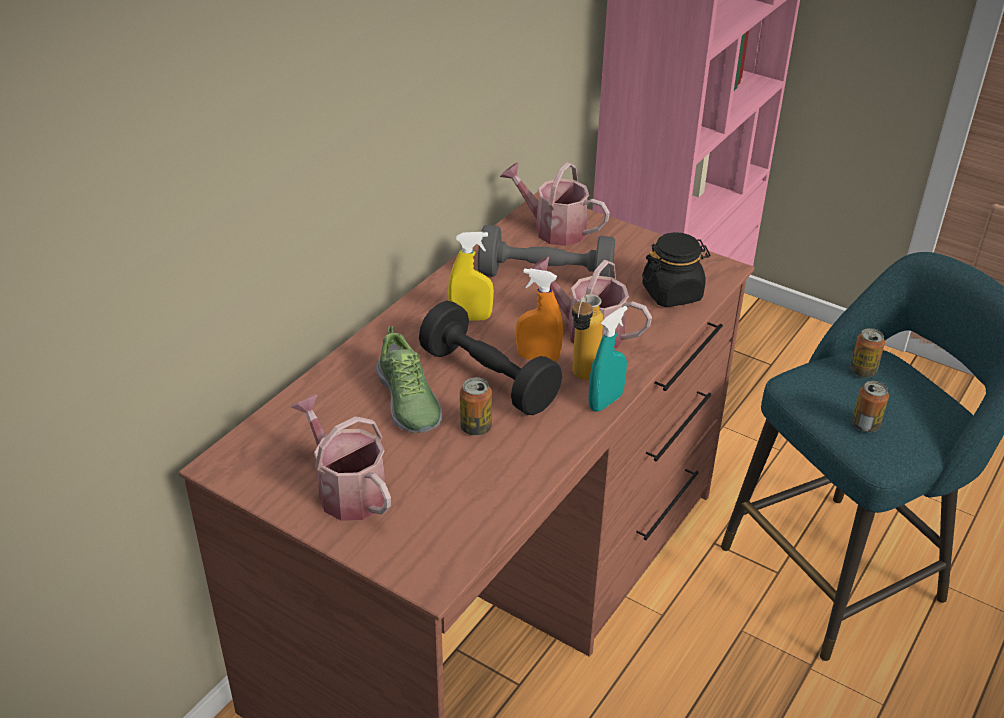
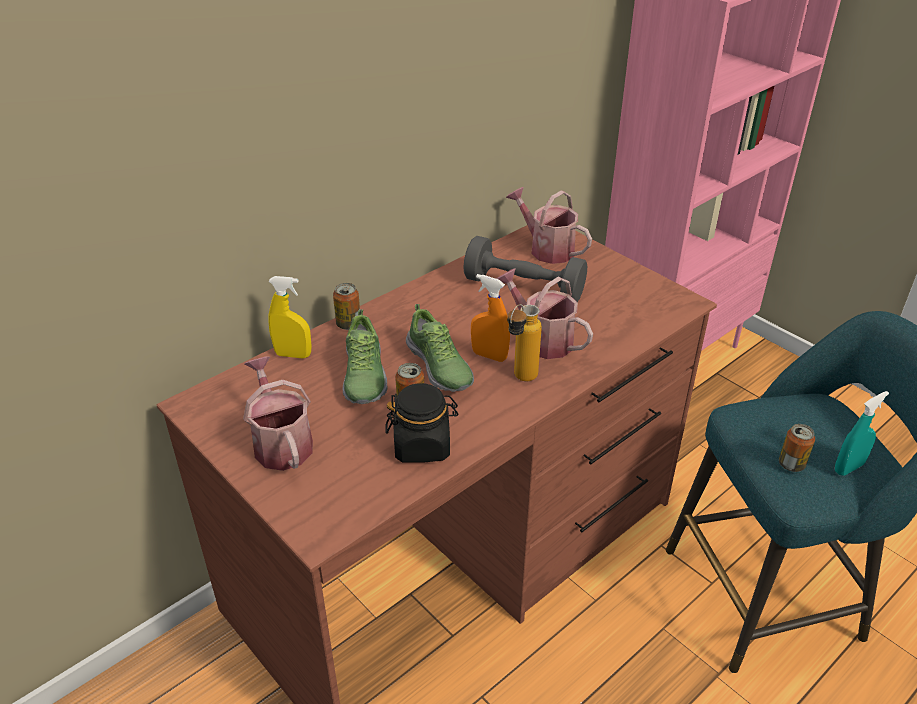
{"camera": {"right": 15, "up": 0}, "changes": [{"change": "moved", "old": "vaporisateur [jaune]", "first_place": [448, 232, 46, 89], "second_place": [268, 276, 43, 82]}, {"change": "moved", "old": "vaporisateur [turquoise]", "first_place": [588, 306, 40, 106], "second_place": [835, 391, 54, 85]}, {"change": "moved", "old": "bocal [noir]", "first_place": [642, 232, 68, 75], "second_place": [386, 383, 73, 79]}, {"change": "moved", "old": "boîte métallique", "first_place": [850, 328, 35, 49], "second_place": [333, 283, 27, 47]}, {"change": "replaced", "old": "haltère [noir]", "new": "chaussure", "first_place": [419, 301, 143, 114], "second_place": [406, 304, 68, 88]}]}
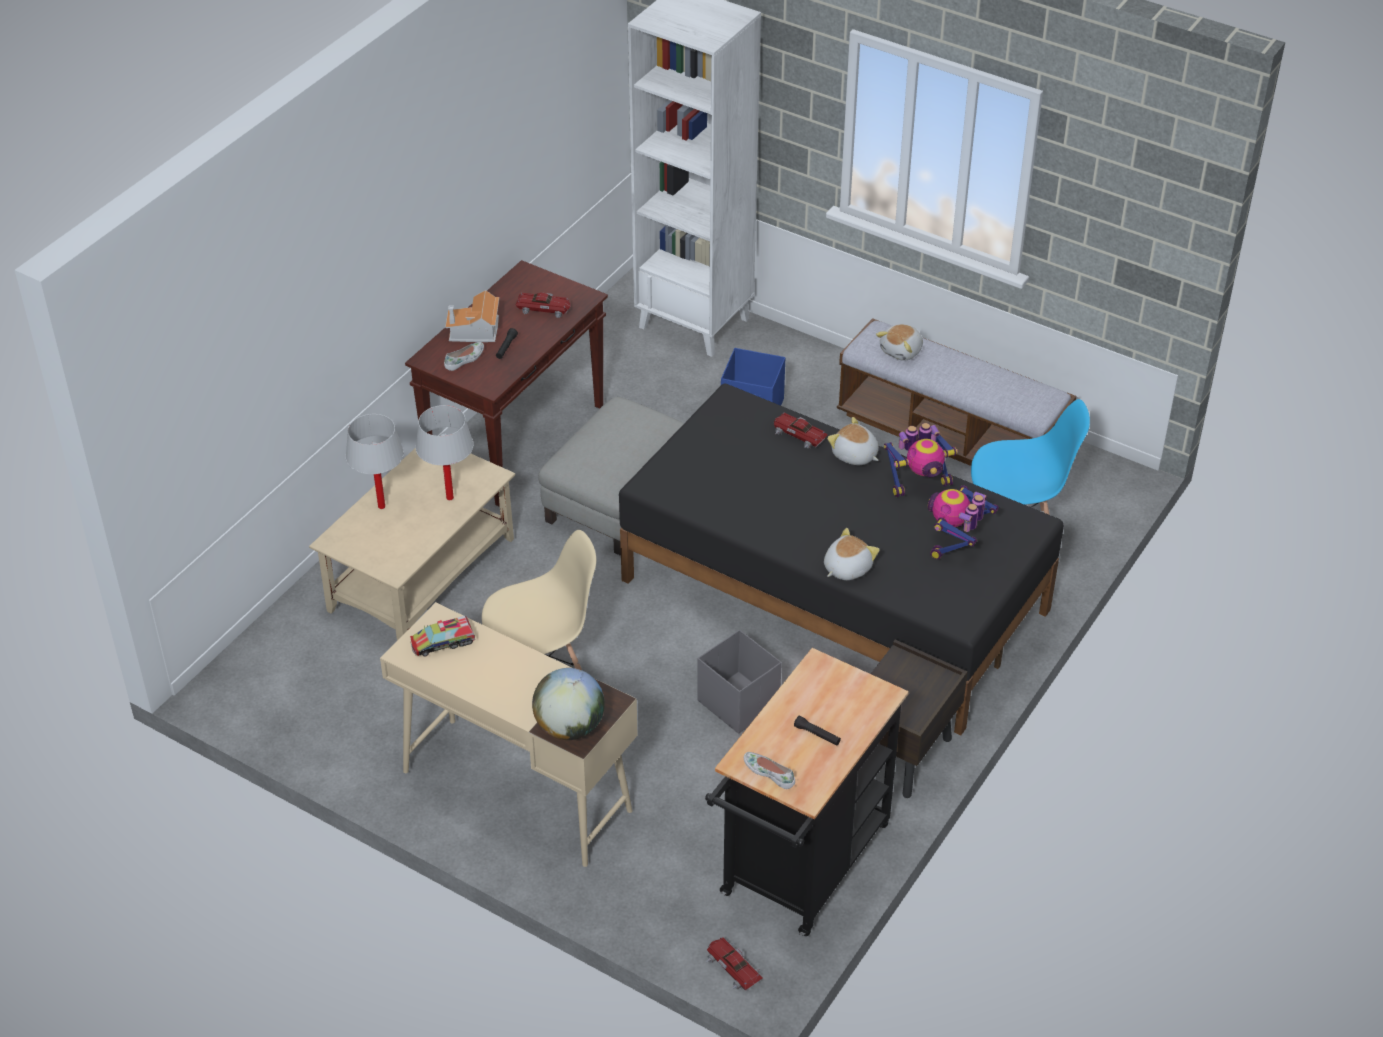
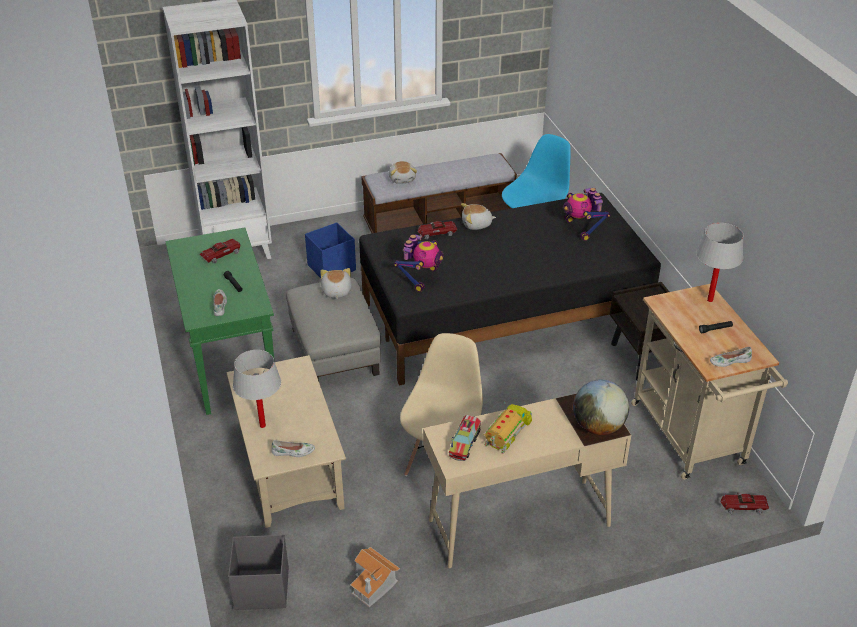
{"camera": {"right": -50, "up": -5}, "changes": [{"change": "added", "new": "chaussure [blanc]", "second_place": [271, 440, 44, 17]}, {"change": "added", "new": "camion jouet", "second_place": [483, 401, 49, 53]}, {"change": "moved", "old": "lampe de table [blanc]", "first_place": [416, 405, 58, 95], "second_place": [696, 223, 47, 79]}, {"change": "moved", "old": "maison miniature", "first_place": [445, 290, 54, 52], "second_place": [350, 547, 50, 60]}, {"change": "moved", "old": "boîte de rangement [gris]", "first_place": [697, 630, 85, 104], "second_place": [228, 535, 61, 75]}, {"change": "moved", "old": "peluche", "first_place": [824, 528, 56, 52], "second_place": [320, 268, 32, 31]}, {"change": "moved", "old": "robot jouet", "first_place": [884, 423, 74, 74], "second_place": [394, 234, 50, 58]}, {"change": "recoloured", "old": "table console [marron]", "new": "table console [vert]", "first_place": [405, 260, 203, 247], "second_place": [165, 227, 109, 188]}, {"change": "recoloured", "old": "chariot [noir]", "new": "chariot [beige]", "first_place": [705, 648, 204, 288], "second_place": [631, 284, 157, 196]}]}
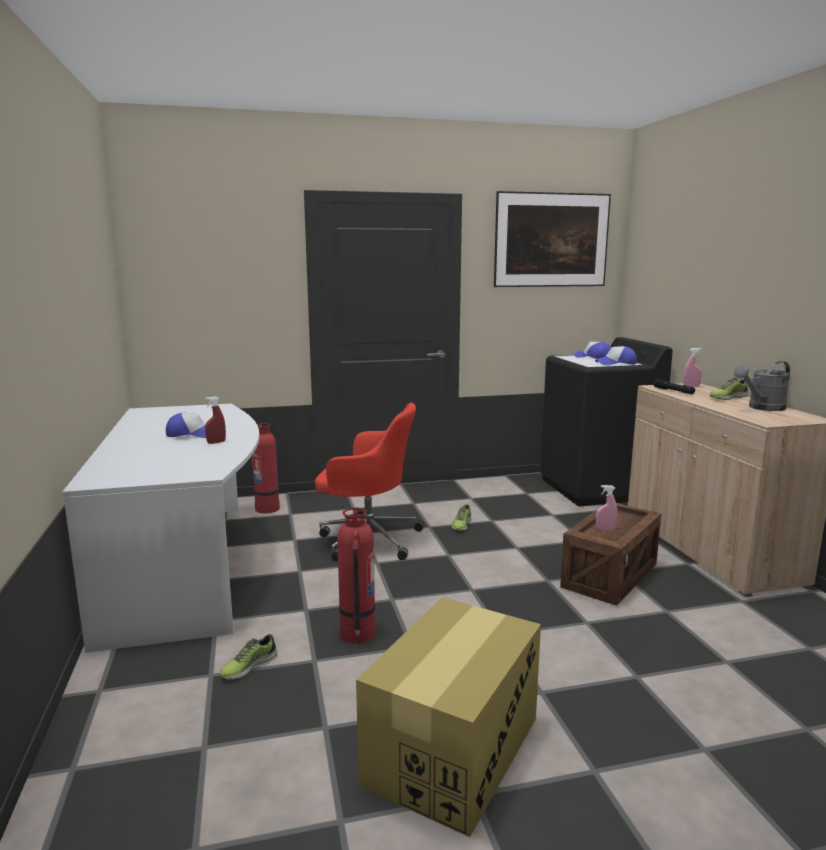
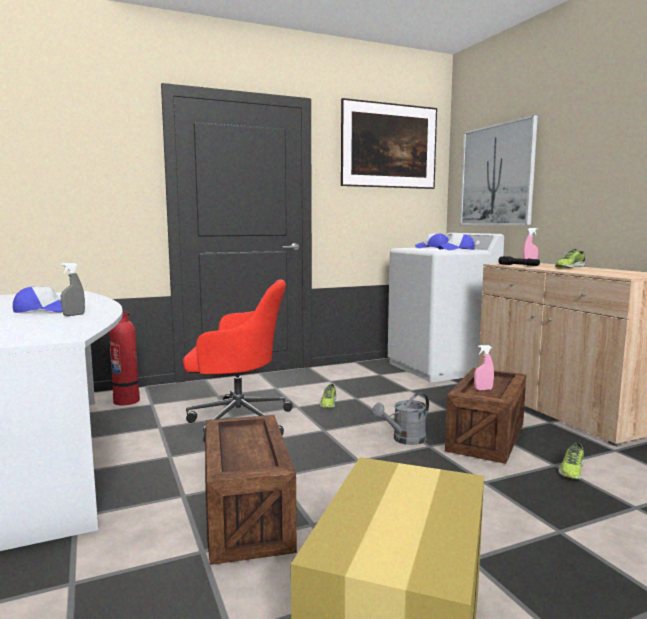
{"camera": {"right": -10, "up": -5}, "changes": [{"change": "added", "new": "tableau", "second_place": [460, 115, 78, 110]}, {"change": "moved", "old": "chaussure", "first_place": [220, 634, 57, 45], "second_place": [559, 443, 25, 36]}, {"change": "moved", "old": "arrosoir [gris]", "first_place": [734, 361, 56, 50], "second_place": [372, 392, 57, 53]}, {"change": "replaced", "old": "extincteur", "new": "caisse", "first_place": [337, 507, 39, 136], "second_place": [205, 415, 92, 150]}, {"change": "recoloured", "old": "vaporisateur [rouge]", "new": "vaporisateur [gris]", "first_place": [205, 396, 21, 48], "second_place": [61, 263, 24, 53]}, {"change": "recoloured", "old": "lave-linge [noir]", "new": "lave-linge [blanc]", "first_place": [540, 337, 133, 169], "second_place": [388, 233, 116, 149]}]}
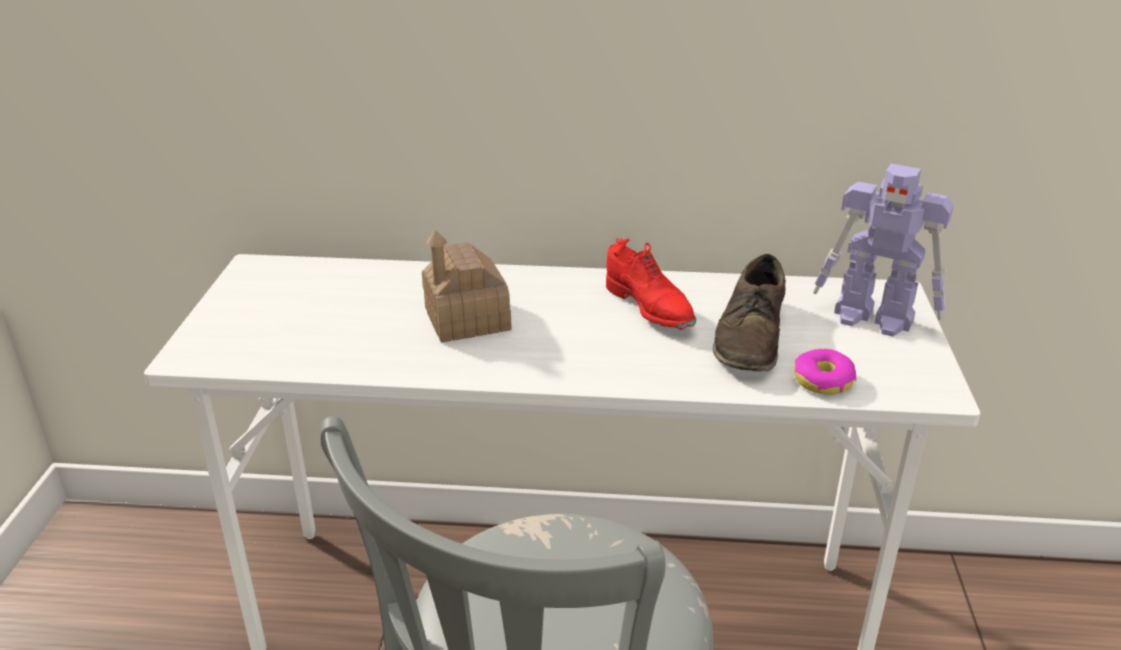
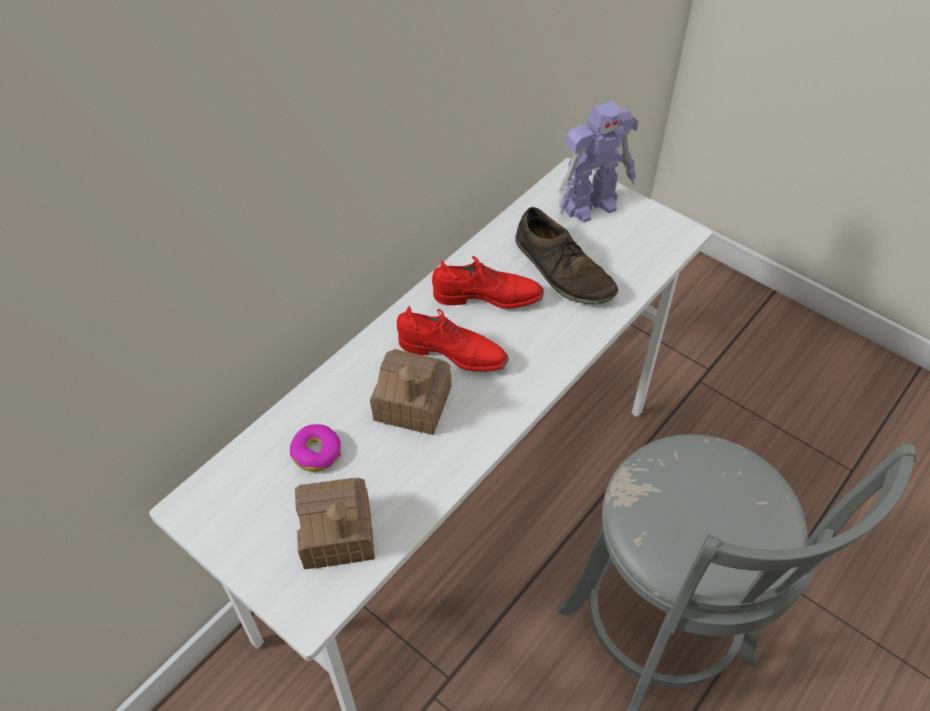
{"camera": {"right": -55, "up": 20}, "changes": [{"change": "added", "new": "maison miniature", "second_place": [295, 478, 80, 91]}, {"change": "added", "new": "chaussure [rouge]", "second_place": [397, 306, 112, 66]}, {"change": "moved", "old": "beignet", "first_place": [794, 349, 62, 46], "second_place": [290, 424, 51, 48]}]}
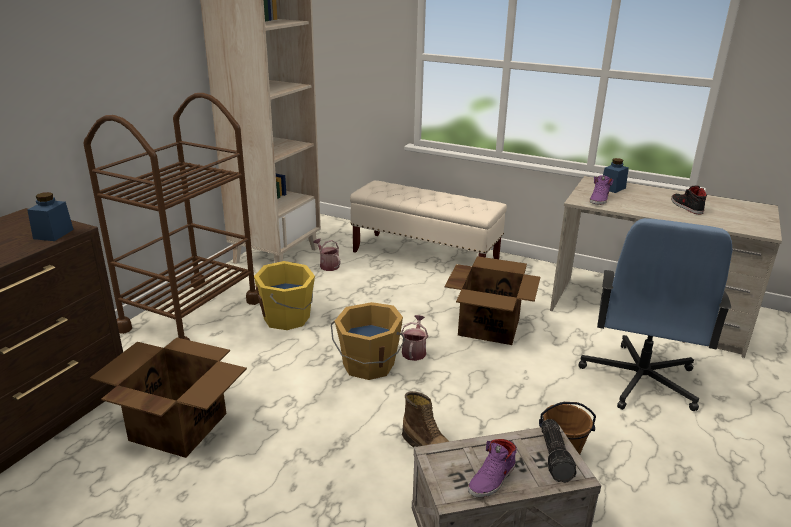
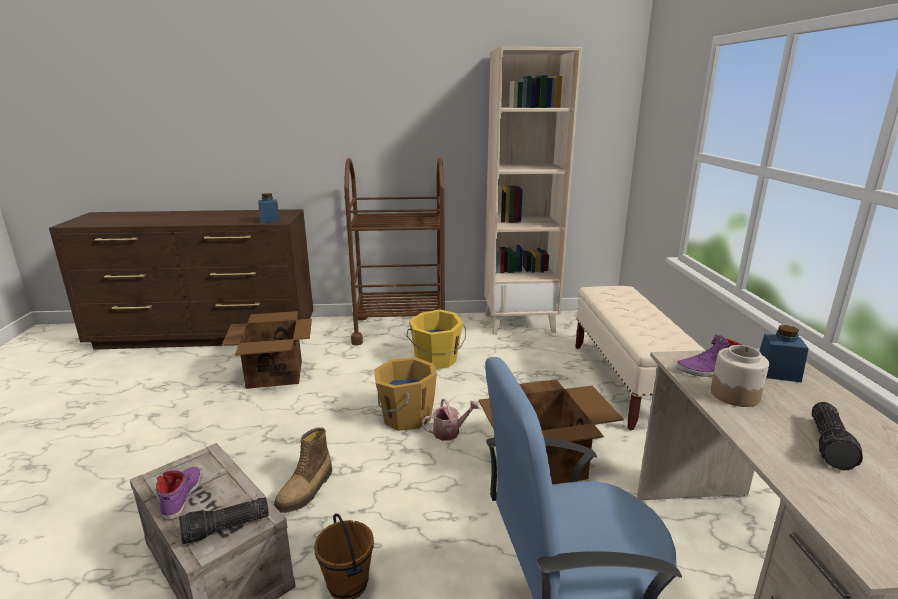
{"camera": {"right": 60, "up": -5}, "changes": [{"change": "removed", "old": "arrosoir", "first_place": [313, 238, 27, 33]}, {"change": "added", "new": "bocal", "second_place": [711, 345, 58, 62]}, {"change": "replaced", "old": "chaussure [noir]", "new": "lampe de poche", "first_place": [671, 185, 36, 30], "second_place": [812, 402, 51, 68]}, {"change": "turned", "old": "chaussure [violet]", "first_place": [468, 439, 49, 59], "second_place": [156, 467, 45, 53], "degrees": 75}]}
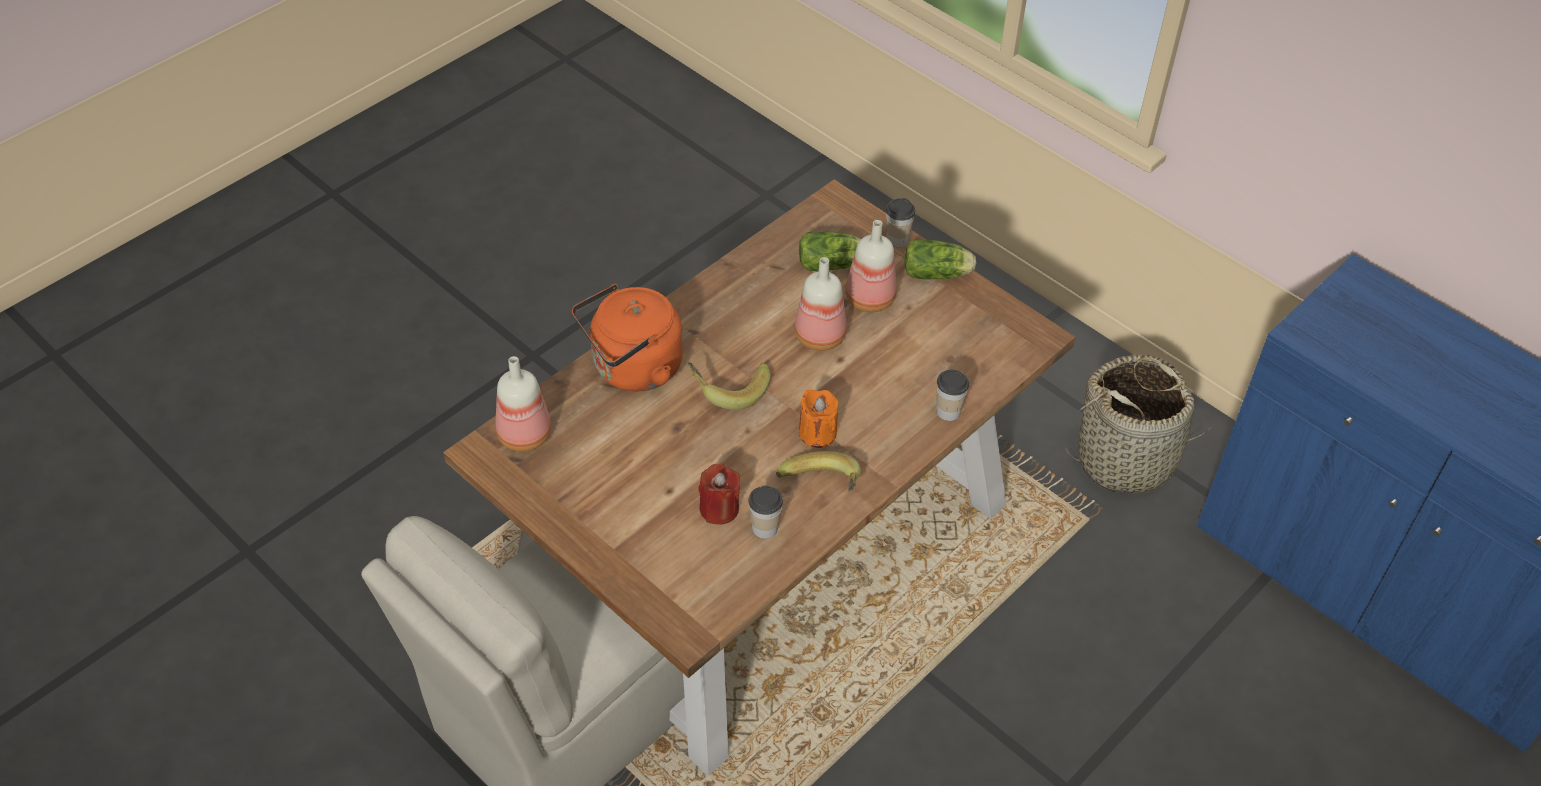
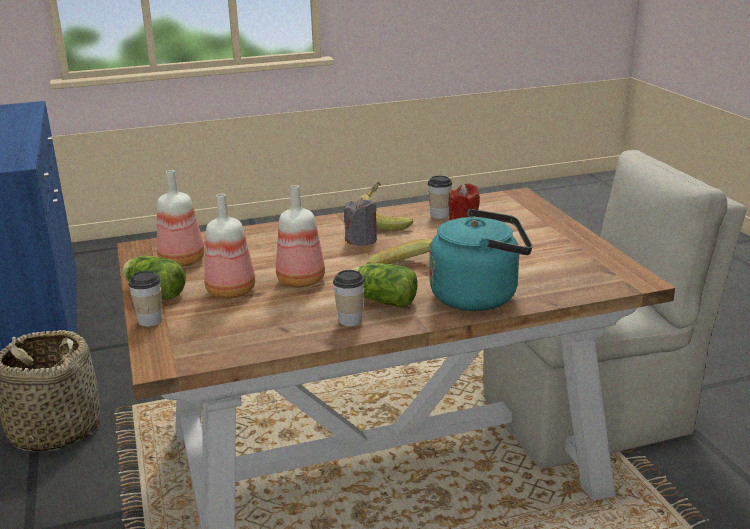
{"camera": {"right": -150, "up": -25}, "changes": [{"change": "moved", "old": "bouteille", "first_place": [495, 356, 56, 96], "second_place": [157, 170, 48, 97]}, {"change": "moved", "old": "laitue", "first_place": [799, 232, 62, 39], "second_place": [352, 263, 65, 45]}, {"change": "moved", "old": "tasse", "first_place": [936, 370, 33, 51], "second_place": [333, 270, 32, 56]}, {"change": "recoloured", "old": "bouilloire [orange]", "new": "bouilloire [turquoise]", "first_place": [572, 284, 111, 107], "second_place": [430, 209, 102, 102]}, {"change": "recoloured", "old": "bougie [orange]", "new": "bougie [gris]", "first_place": [799, 389, 39, 59], "second_place": [344, 197, 33, 49]}]}
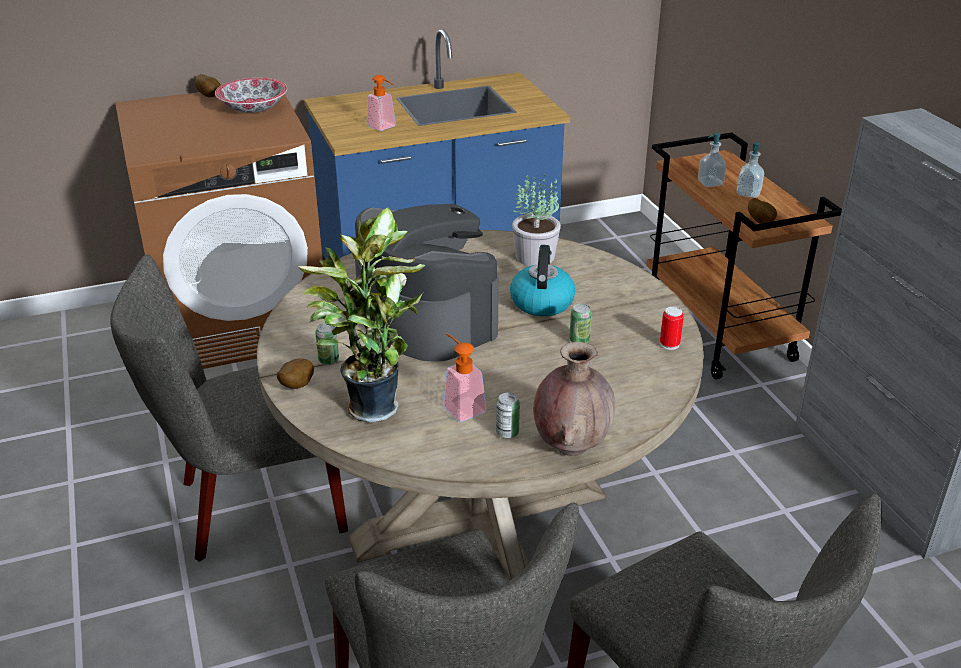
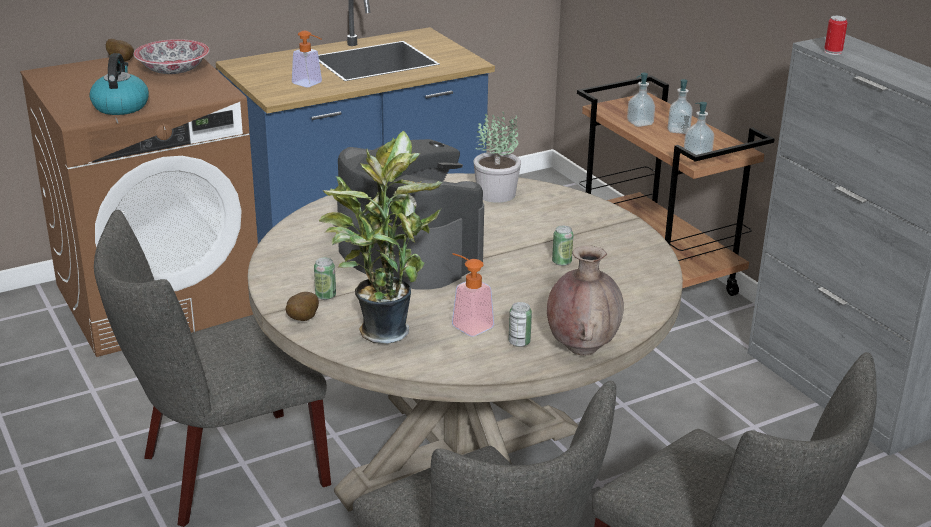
{"camera": {"right": -10, "up": -5}, "changes": [{"change": "moved", "old": "bouilloire", "first_place": [510, 245, 66, 71], "second_place": [90, 53, 59, 62]}, {"change": "moved", "old": "boîte métallique", "first_place": [660, 307, 24, 43], "second_place": [824, 16, 23, 39]}, {"change": "replaced", "old": "pomme de terre", "new": "distributeur de savon", "first_place": [748, 198, 29, 26], "second_place": [684, 102, 30, 53]}]}
